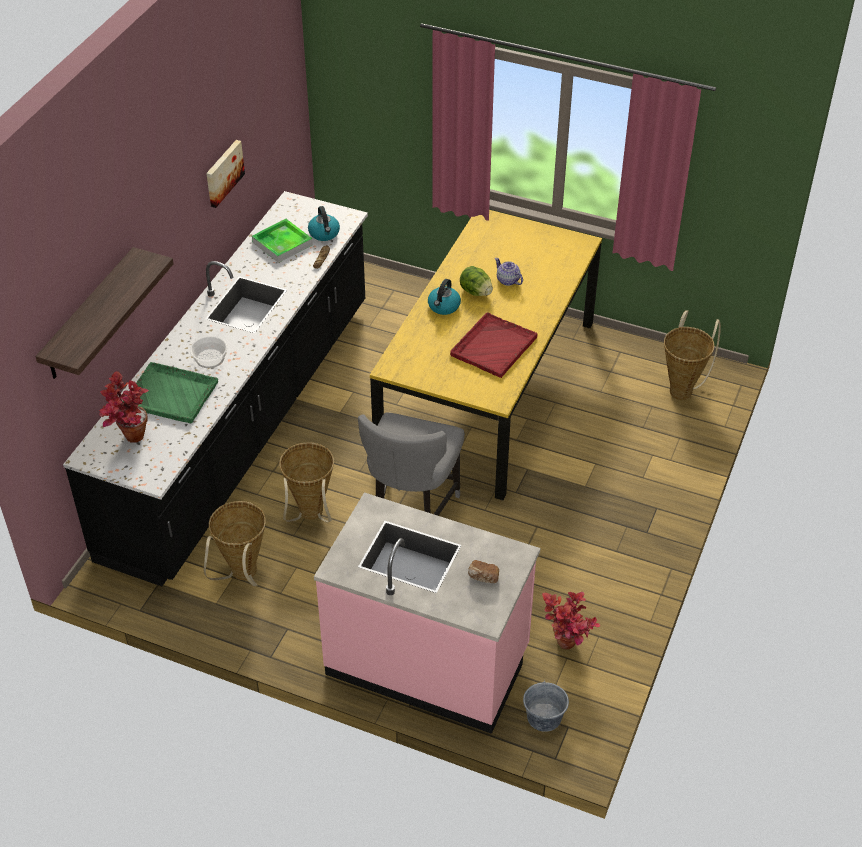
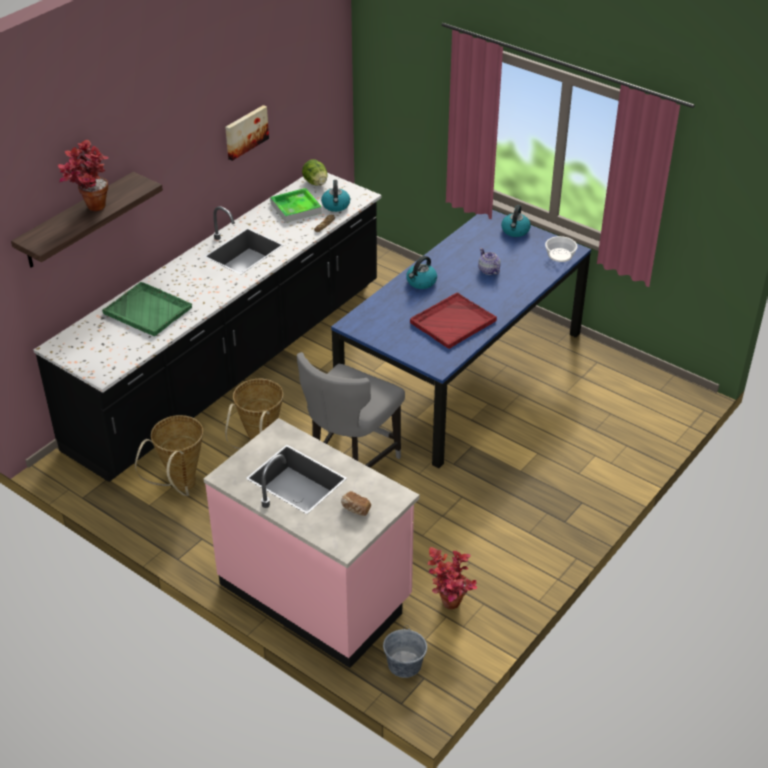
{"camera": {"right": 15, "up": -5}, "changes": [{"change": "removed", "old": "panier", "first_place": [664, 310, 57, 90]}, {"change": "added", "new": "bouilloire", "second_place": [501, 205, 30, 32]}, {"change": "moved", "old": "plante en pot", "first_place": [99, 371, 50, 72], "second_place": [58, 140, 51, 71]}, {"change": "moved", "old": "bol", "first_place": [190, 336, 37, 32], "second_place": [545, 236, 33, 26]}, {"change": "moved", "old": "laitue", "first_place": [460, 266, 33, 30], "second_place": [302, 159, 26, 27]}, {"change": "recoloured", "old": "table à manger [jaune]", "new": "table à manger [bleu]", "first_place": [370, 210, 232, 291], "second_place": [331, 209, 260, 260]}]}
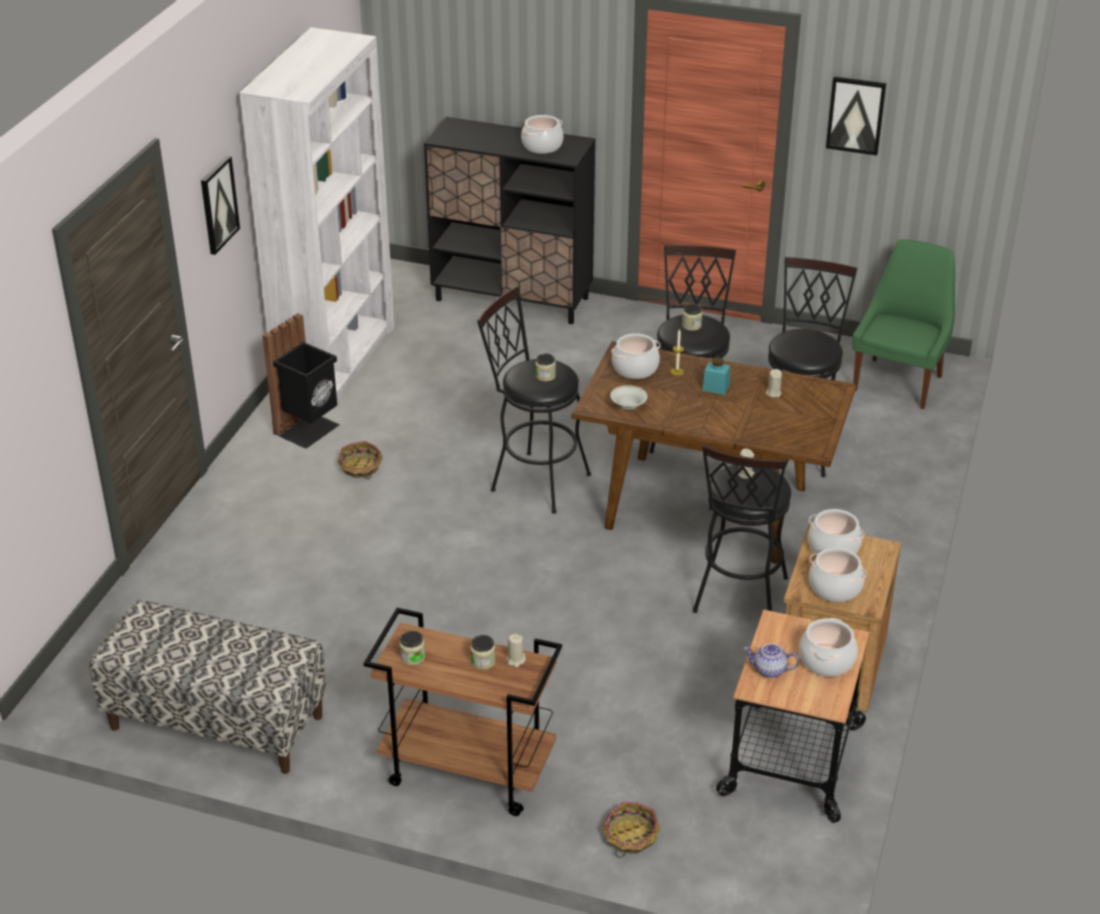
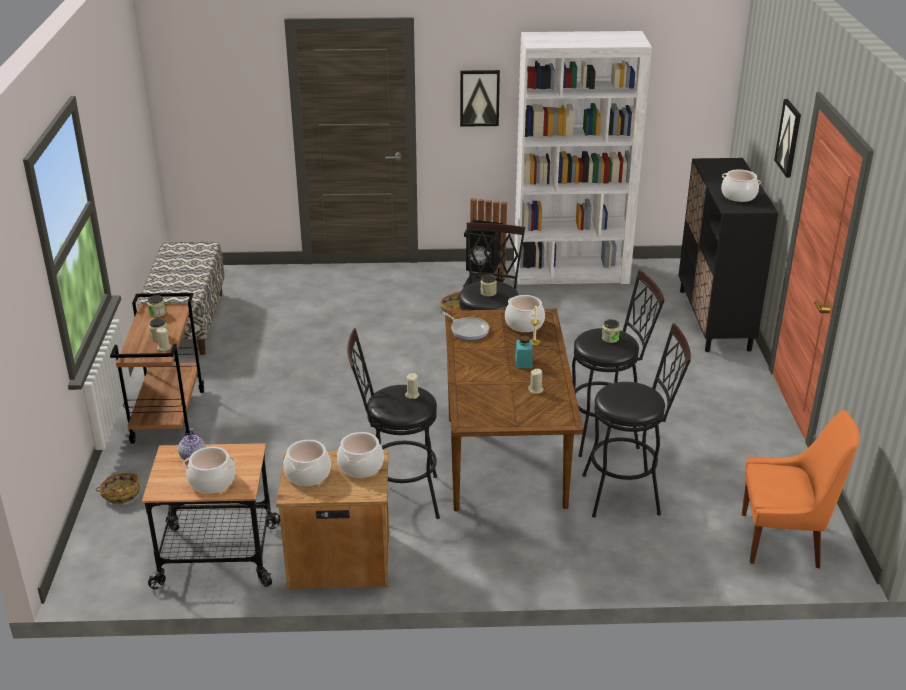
{"camera": {"right": 70, "up": -5}, "changes": [{"change": "moved", "old": "tableau", "first_place": [826, 76, 60, 80], "second_place": [774, 99, 27, 79]}, {"change": "replaced", "old": "bol [blanc]", "new": "poêle", "first_place": [610, 385, 37, 26], "second_place": [442, 312, 47, 28]}, {"change": "recoloured", "old": "chaise [vert]", "new": "chaise [orange]", "first_place": [852, 239, 103, 170], "second_place": [742, 410, 118, 159]}]}
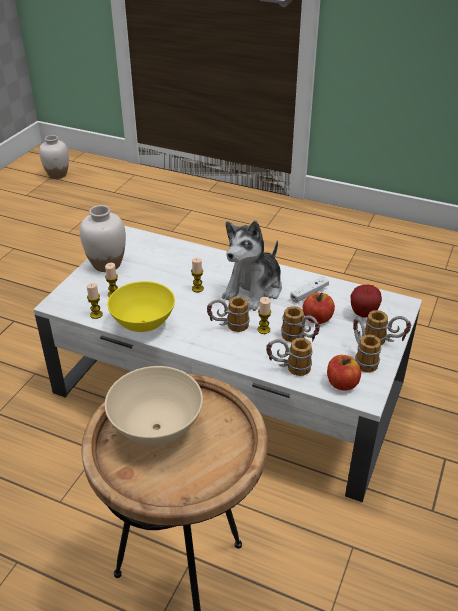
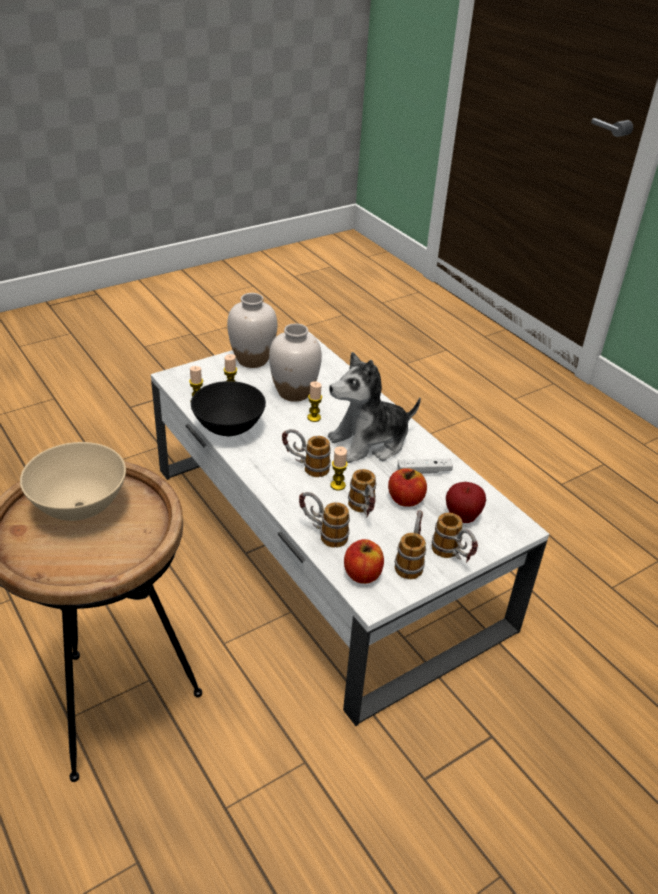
{"camera": {"right": 30, "up": 0}, "changes": [{"change": "moved", "old": "vase [blanc]", "first_place": [39, 135, 30, 44], "second_place": [269, 323, 53, 79]}, {"change": "recoloured", "old": "bol [jaune]", "new": "bol [noir]", "first_place": [107, 281, 68, 51], "second_place": [191, 381, 75, 55]}]}
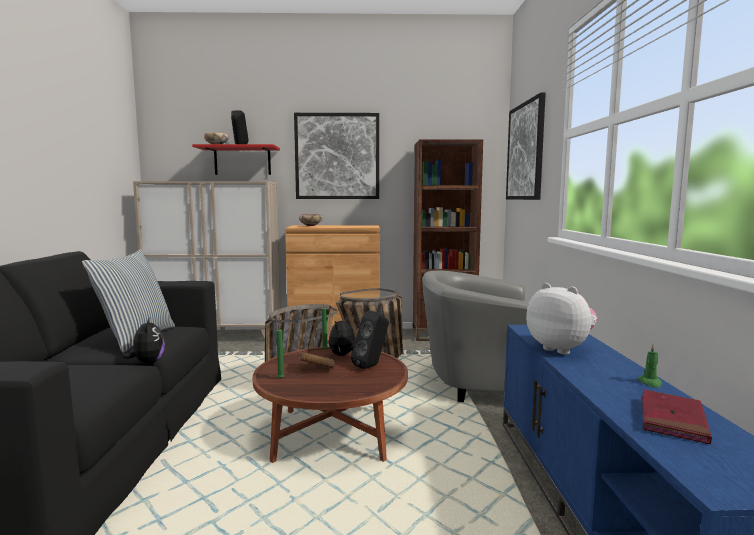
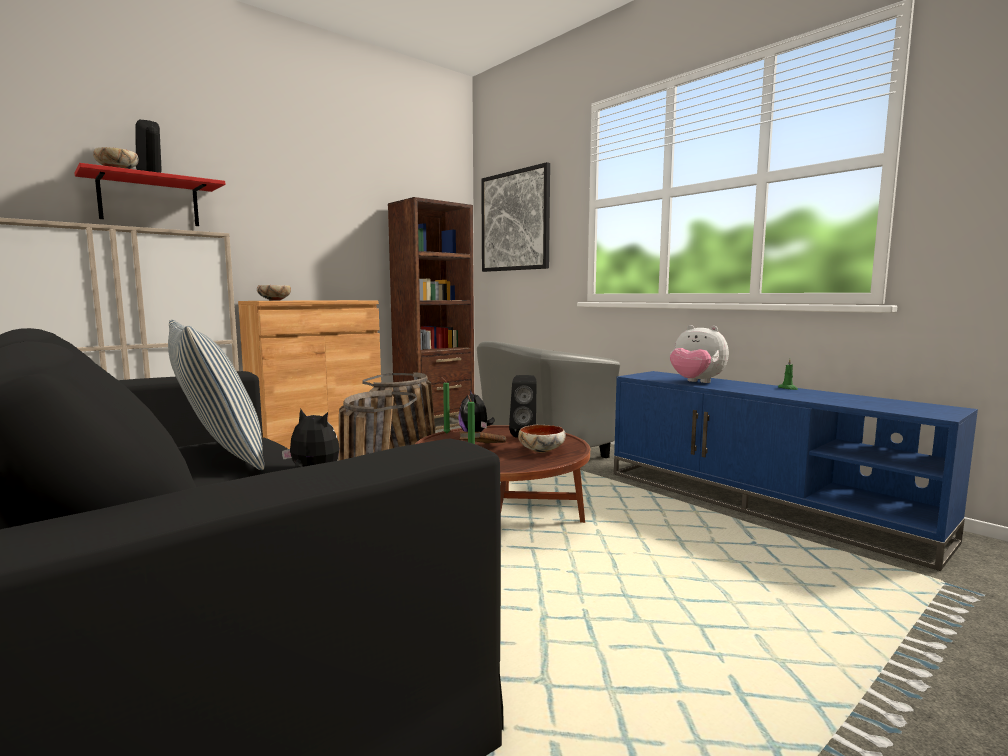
{"camera": {"right": -40, "up": 0}, "changes": [{"change": "removed", "old": "tableau", "first_place": [294, 113, 85, 86]}, {"change": "removed", "old": "livre [rouge]", "first_place": [642, 389, 70, 55]}, {"change": "added", "new": "bol", "second_place": [518, 425, 48, 28]}, {"change": "turned", "old": "peluche", "first_place": [526, 283, 71, 72], "second_place": [670, 325, 59, 58], "degrees": -150}]}
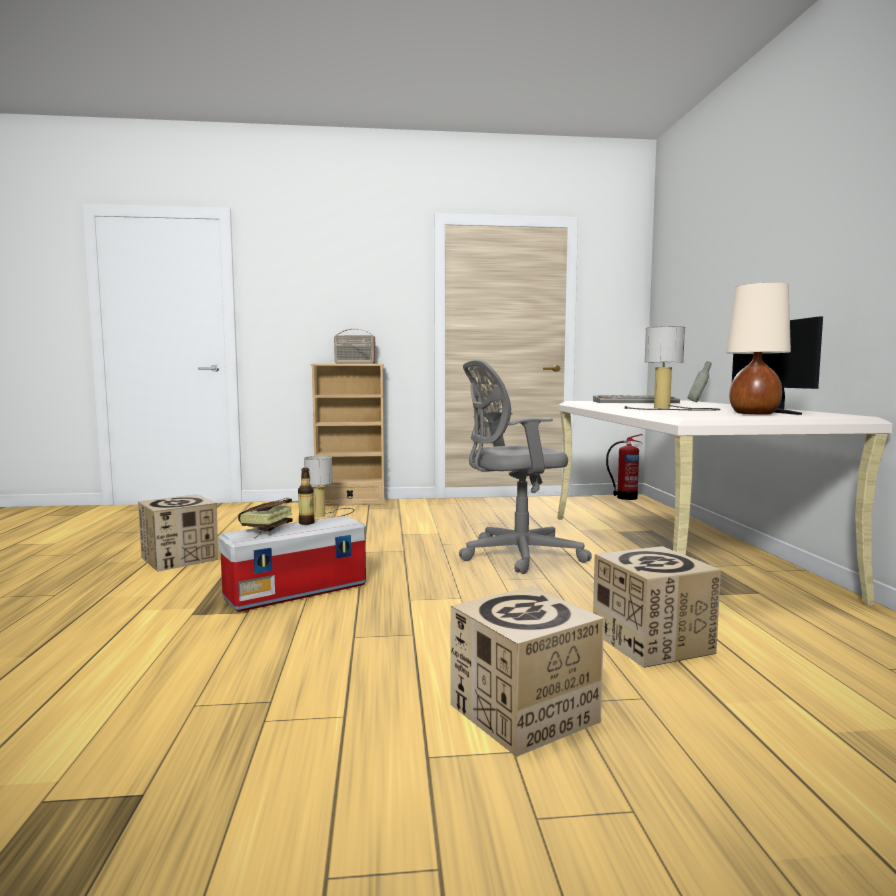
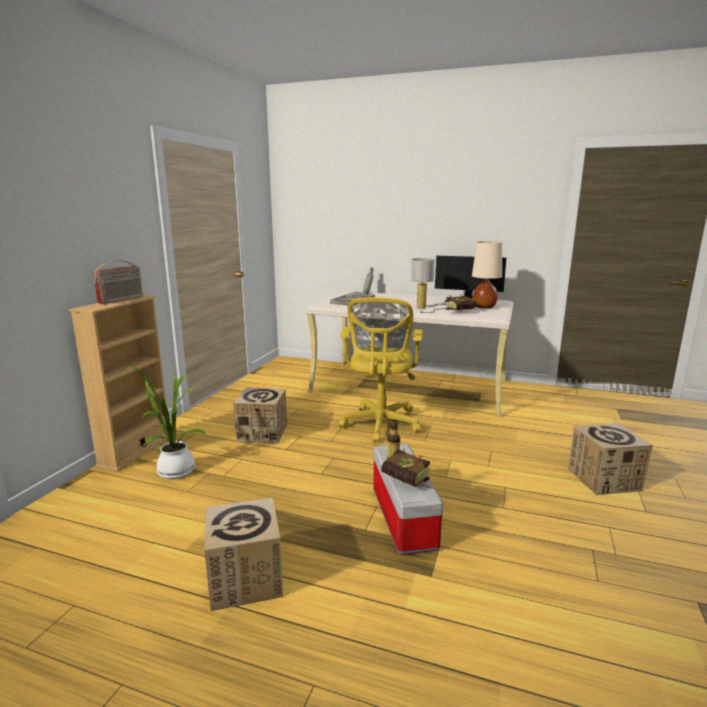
{"camera": {"right": -65, "up": 10}, "changes": [{"change": "removed", "old": "extincteur", "first_place": [606, 434, 37, 66]}, {"change": "added", "new": "livre", "second_place": [446, 295, 31, 17]}, {"change": "moved", "old": "carton", "first_place": [593, 546, 128, 122], "second_place": [233, 387, 54, 57]}, {"change": "replaced", "old": "lampe de table", "new": "plante en pot", "first_place": [304, 456, 50, 61], "second_place": [124, 365, 82, 114]}, {"change": "recoloured", "old": "chaise de bureau [gris]", "new": "chaise de bureau [jaune]", "first_place": [459, 360, 133, 214], "second_place": [339, 297, 84, 145]}]}
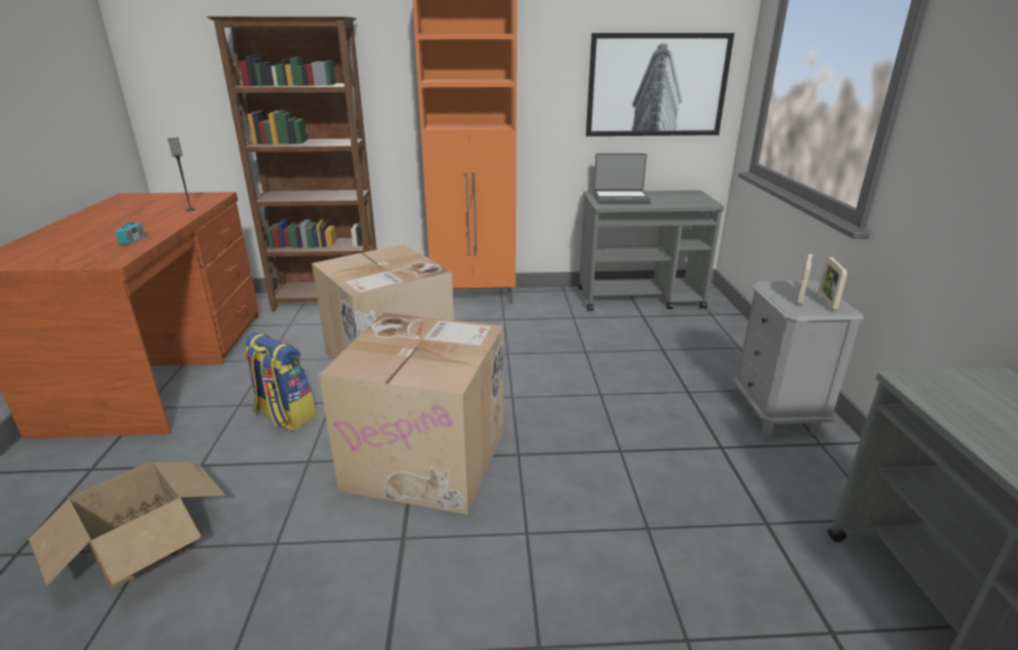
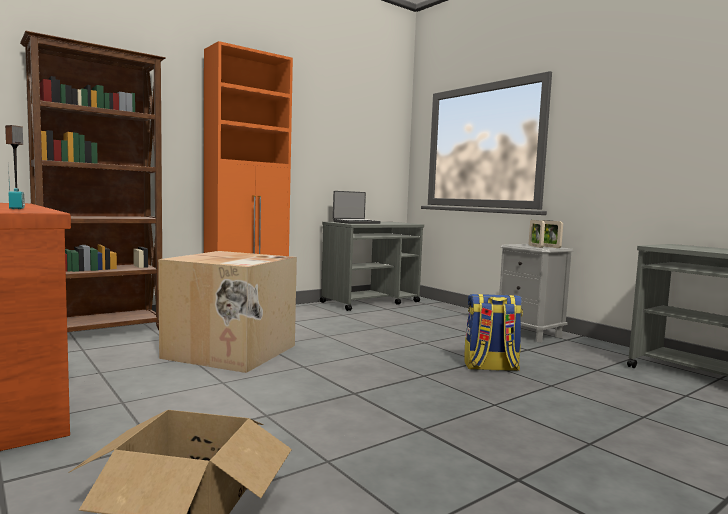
{"camera": {"right": -35, "up": -20}, "changes": [{"change": "removed", "old": "carton", "first_place": [319, 312, 184, 203]}, {"change": "removed", "old": "tableau", "first_place": [586, 33, 148, 103]}, {"change": "moved", "old": "sac à dos", "first_place": [244, 332, 72, 99], "second_place": [464, 294, 59, 77]}]}
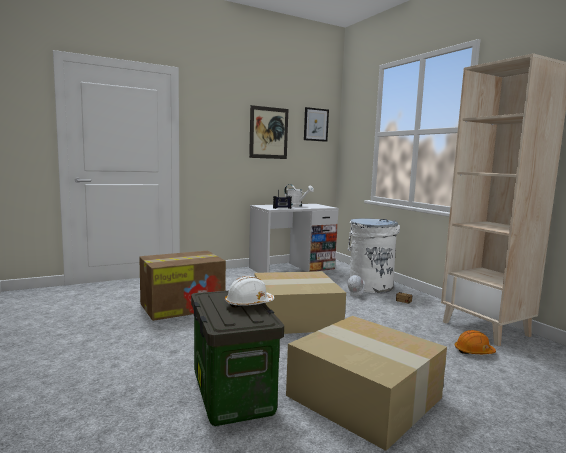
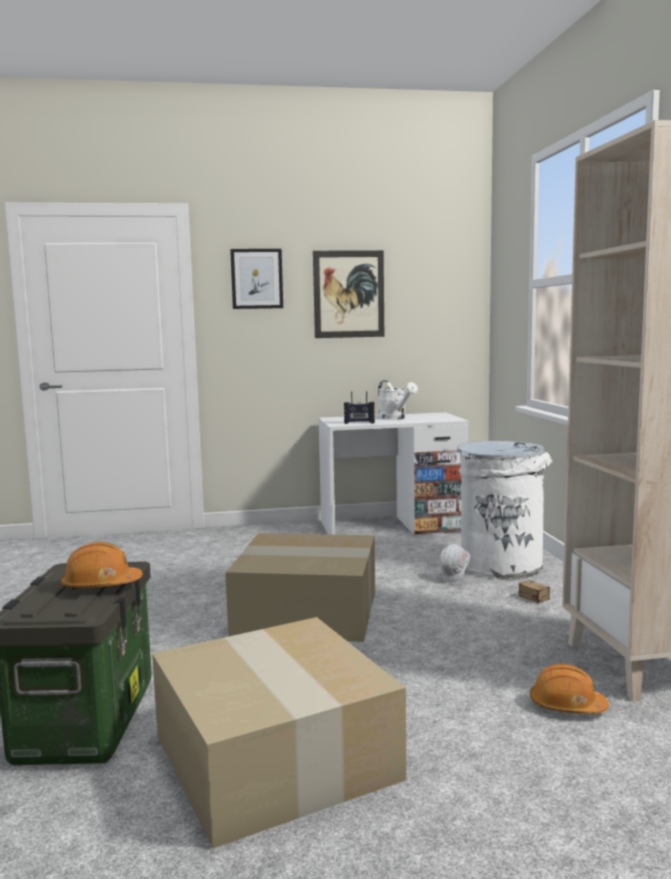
{"camera": {"right": 20, "up": 0}, "changes": [{"change": "removed", "old": "carton", "first_place": [139, 251, 87, 70]}, {"change": "moved", "old": "tableau", "first_place": [304, 107, 25, 35], "second_place": [230, 249, 53, 60]}, {"change": "recoloured", "old": "casque de chantier [blanc]", "new": "casque de chantier [orange]", "first_place": [225, 276, 50, 32], "second_place": [61, 542, 82, 48]}]}
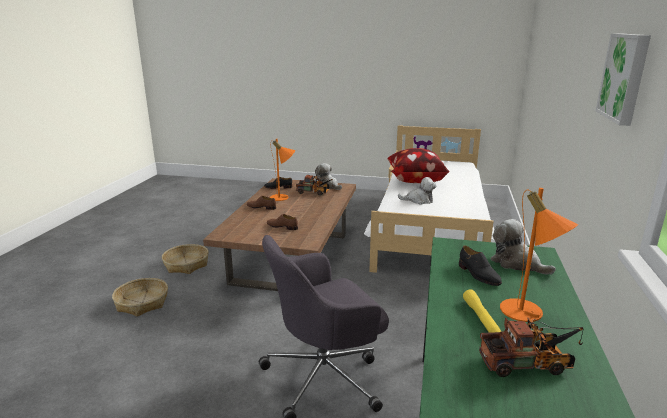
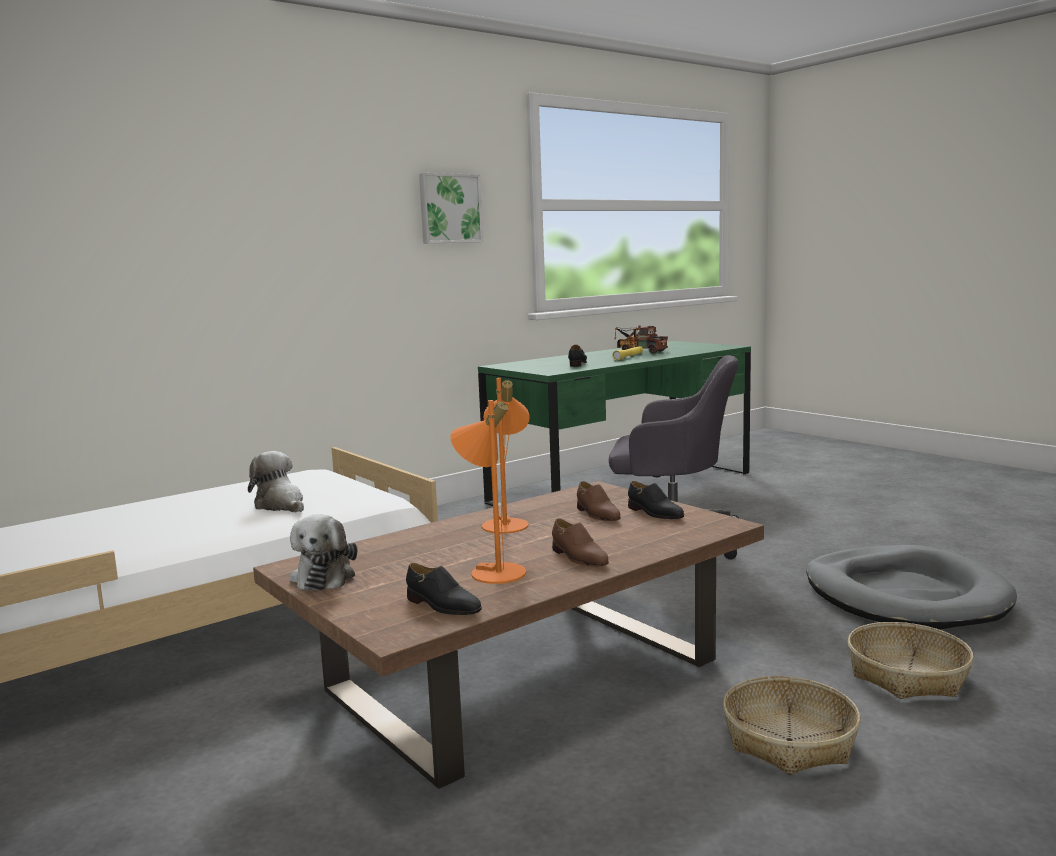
{"camera": {"right": -140, "up": -10}, "changes": [{"change": "removed", "old": "camion jouet", "first_place": [296, 175, 37, 21]}, {"change": "removed", "old": "coussin", "first_place": [387, 148, 63, 35]}, {"change": "removed", "old": "peluche", "first_place": [490, 219, 66, 56]}, {"change": "added", "new": "chaussure [noir]", "second_place": [628, 481, 56, 38]}, {"change": "added", "new": "panier pour chien [gris]", "second_place": [806, 545, 211, 85]}, {"change": "moved", "old": "lampe de table [orange]", "first_place": [500, 188, 78, 134], "second_place": [482, 378, 48, 156]}]}
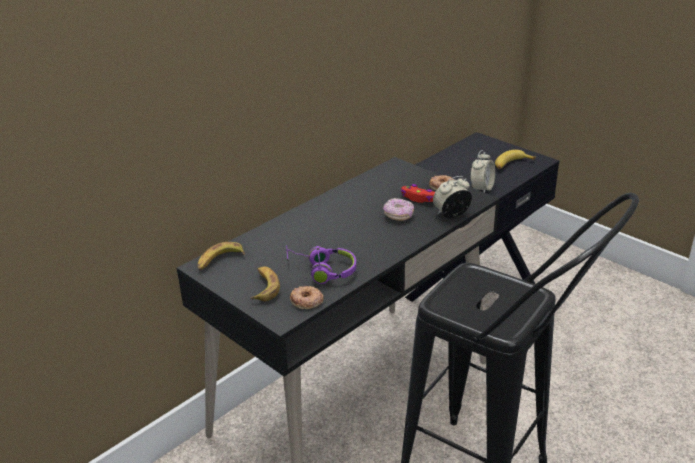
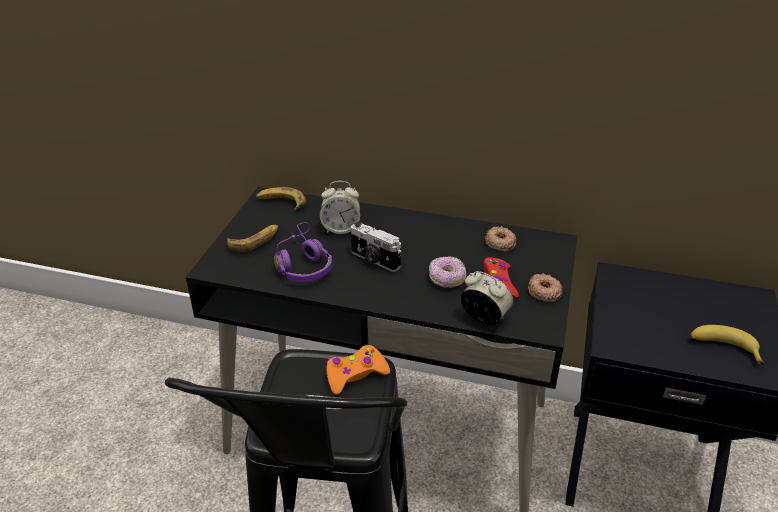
{"camera": {"right": 60, "up": 5}, "changes": [{"change": "added", "new": "manette [orange]", "second_place": [326, 345, 64, 50]}, {"change": "added", "new": "appareil photo", "second_place": [351, 222, 50, 50]}, {"change": "moved", "old": "beignet", "first_place": [290, 286, 33, 23], "second_place": [485, 226, 31, 25]}, {"change": "moved", "old": "réveil", "first_place": [470, 150, 25, 43], "second_place": [320, 181, 40, 53]}]}
